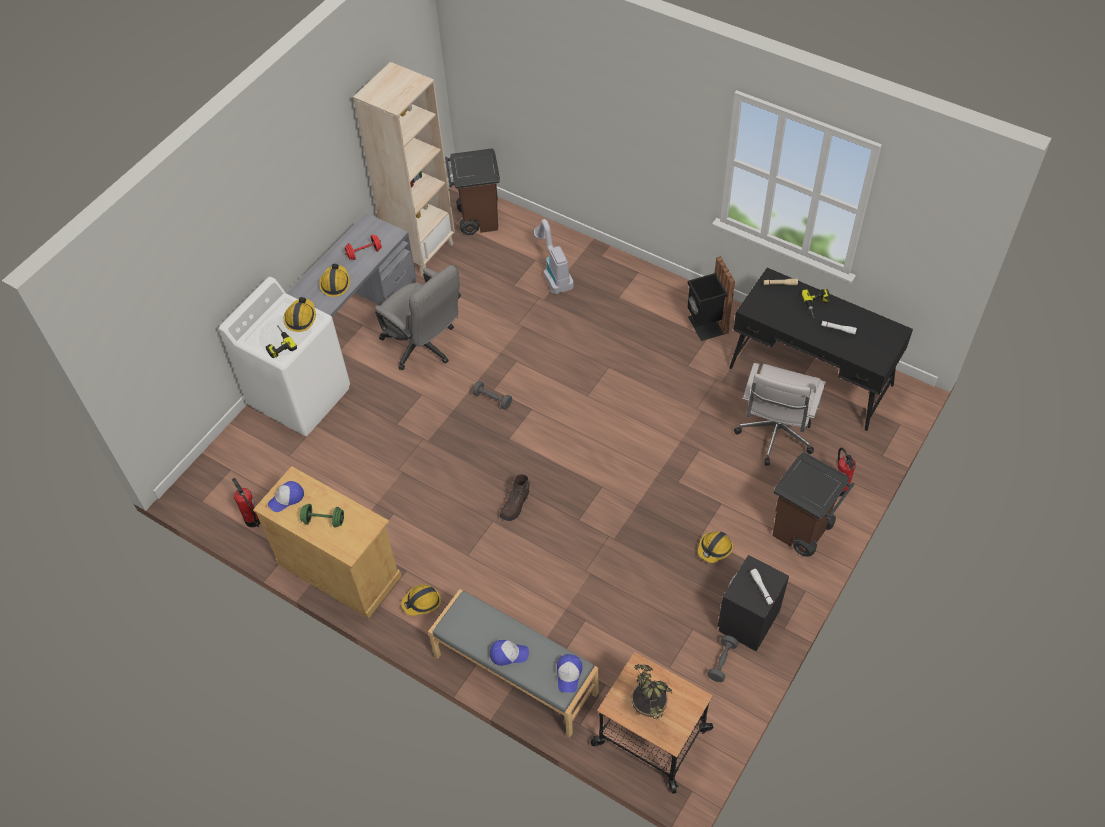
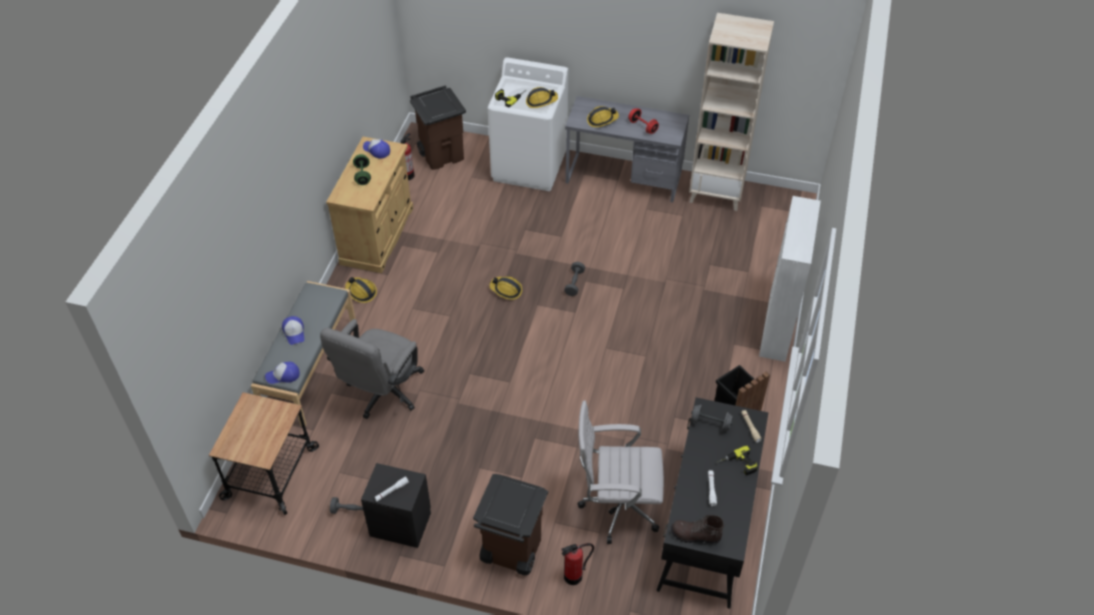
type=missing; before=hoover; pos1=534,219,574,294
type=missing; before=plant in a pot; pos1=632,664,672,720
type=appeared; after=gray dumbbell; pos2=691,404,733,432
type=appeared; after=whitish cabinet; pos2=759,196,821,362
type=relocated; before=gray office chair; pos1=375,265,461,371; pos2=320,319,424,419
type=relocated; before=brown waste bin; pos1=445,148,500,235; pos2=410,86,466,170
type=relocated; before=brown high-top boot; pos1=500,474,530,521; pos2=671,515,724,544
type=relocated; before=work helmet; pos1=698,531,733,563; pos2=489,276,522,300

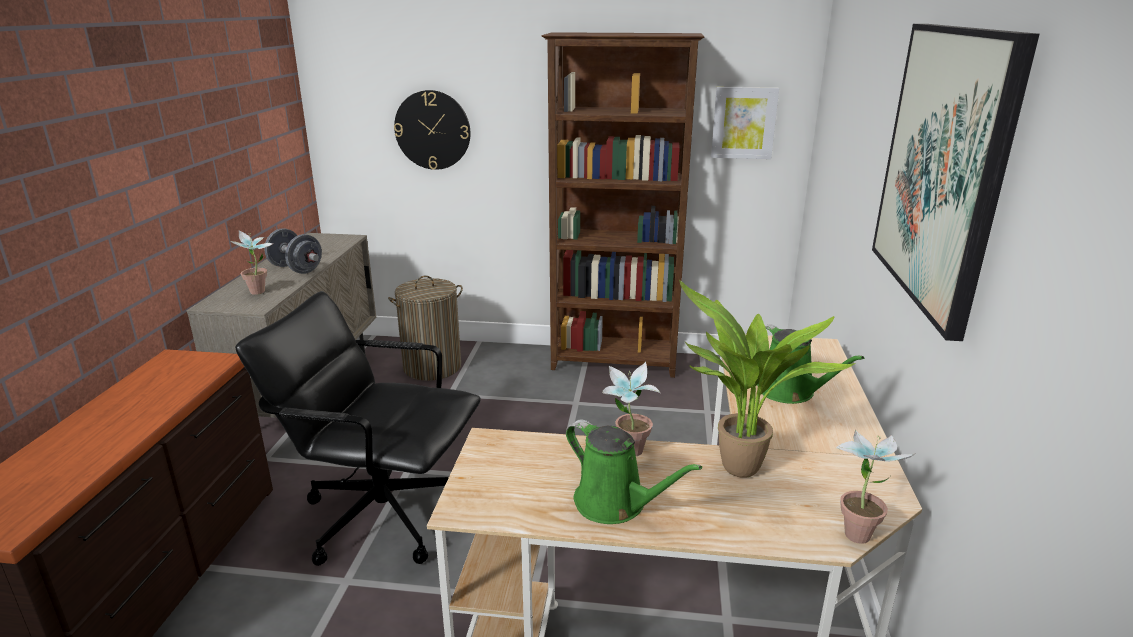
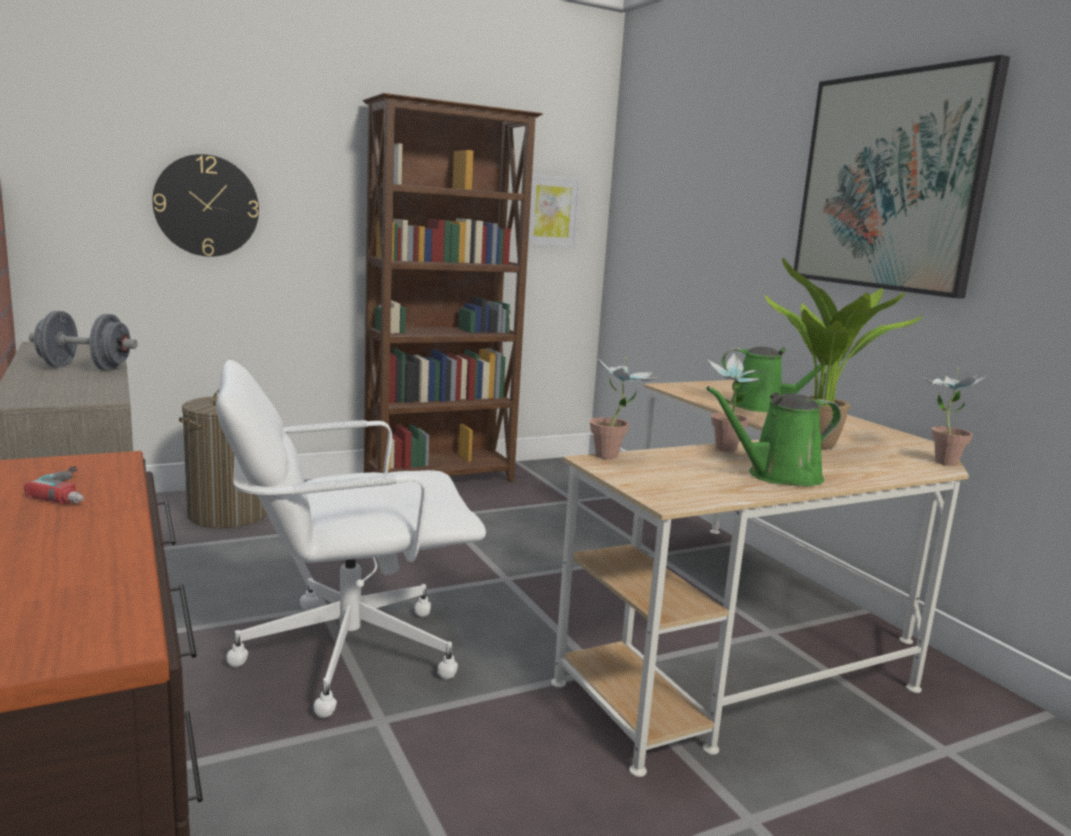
type=appeared; after=electric drill; pos2=24,466,84,504
type=relocated; before=plant in a pot; pos1=231,231,273,295; pos2=590,357,659,459
type=colour; before=black office chair; after=whitish office chair; pos1=235,291,481,566; pos2=216,360,486,718
type=spun; before=green watering pot; pos1=566,420,702,524; pos2=706,386,841,486; turn=150

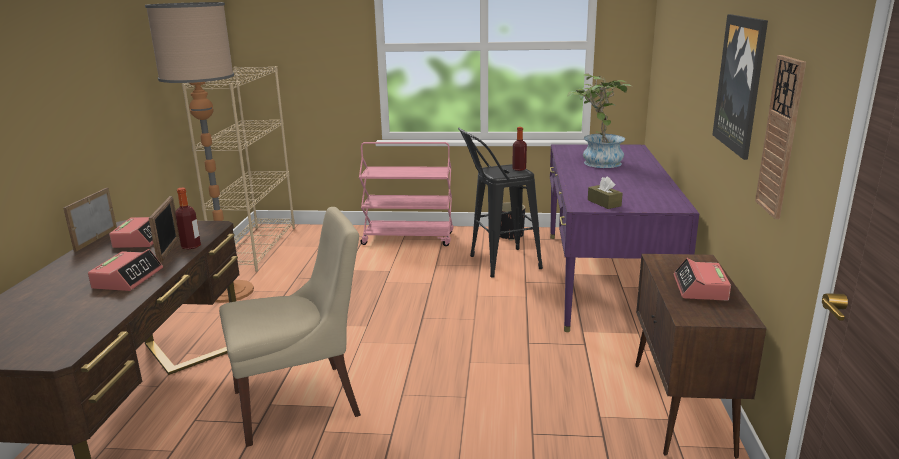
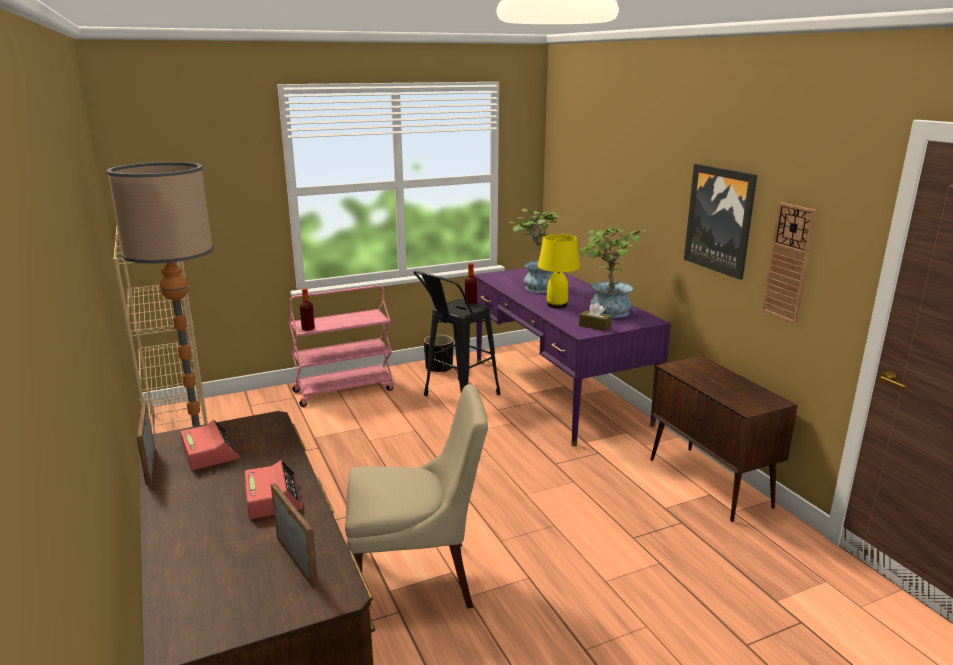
type=missing; before=bedside clock; pos1=674,258,731,301
type=appeared; after=yellowish table lamp; pos2=538,234,580,309
type=appeared; after=plant in a pot; pos2=579,228,647,318
type=relocated; before=standing frame; pos1=149,196,180,263; pos2=271,483,318,590
type=relocated; before=beverage bottle; pos1=175,187,201,249; pos2=300,288,315,331
type=spun; before=beige upright chair; pos1=219,207,361,447; pos2=345,384,488,608; turn=45

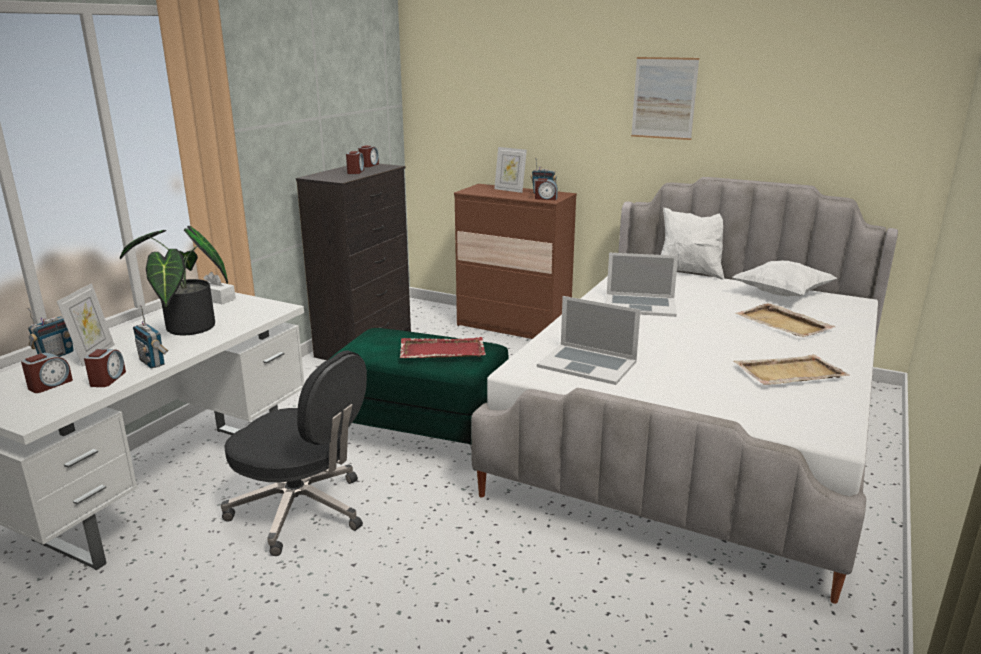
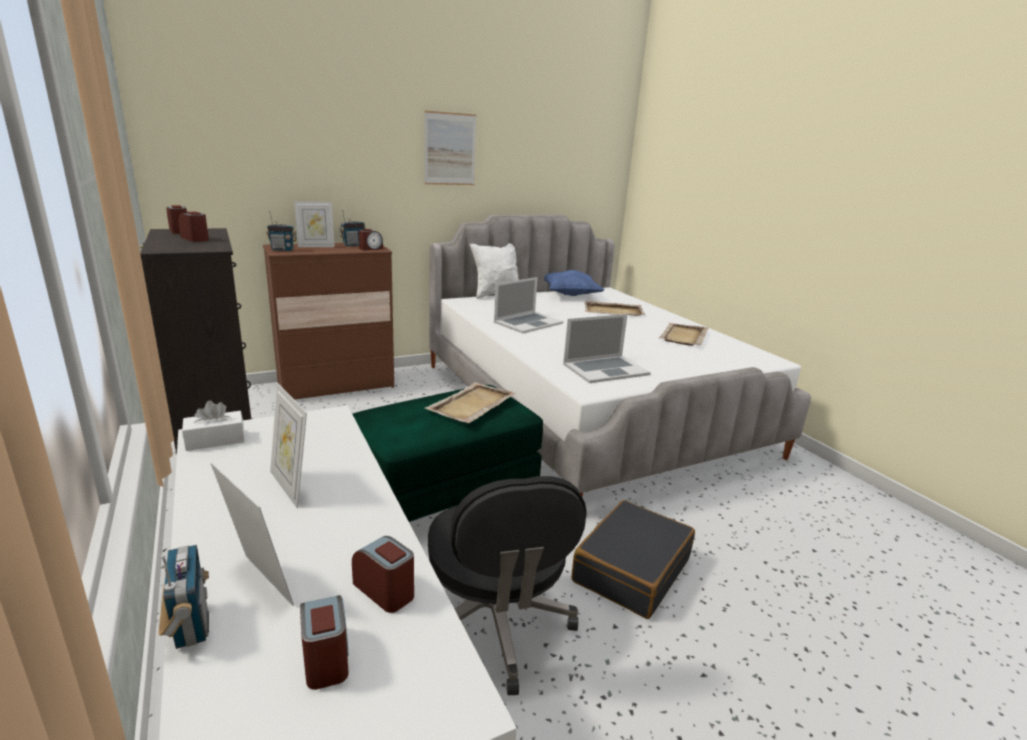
type=appeared; after=black suitcase; pos2=571,500,695,619
type=relocated; before=radio set; pos1=133,305,168,368; pos2=266,211,296,251
type=exchanged; before=plant in a pot; after=standing frame; pos1=120,226,228,335; pos2=270,383,307,508
type=colour; before=red-coloured tray; after=beige tray; pos1=400,337,486,358; pos2=424,382,517,423
type=colour; before=whitish pillow; after=blue pillow; pos1=732,261,837,296; pos2=544,270,604,296
type=spun; before=black office chair; pos1=221,350,367,556; pos2=428,476,587,695; turn=105

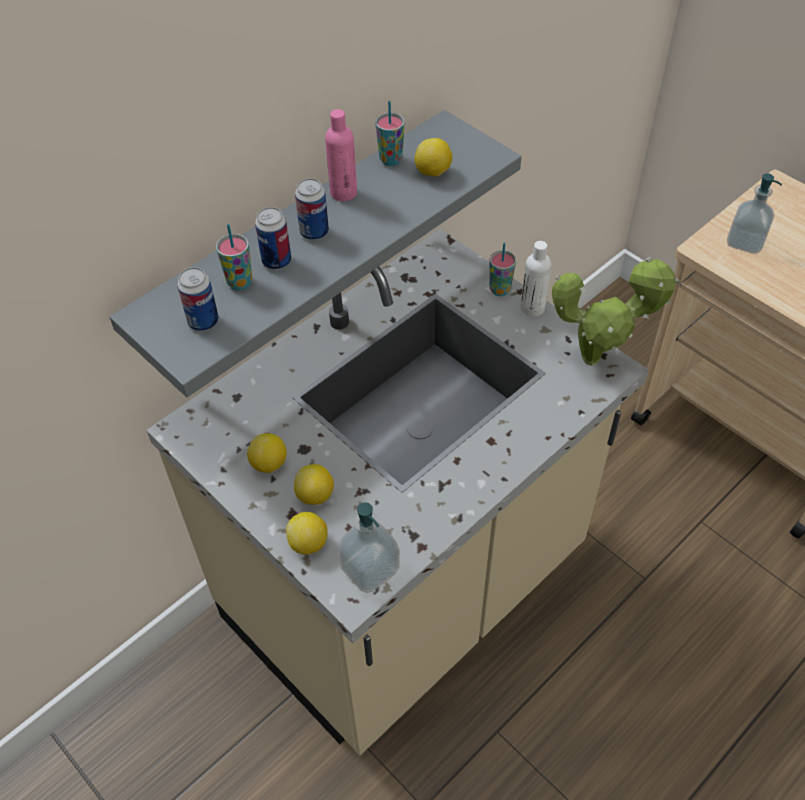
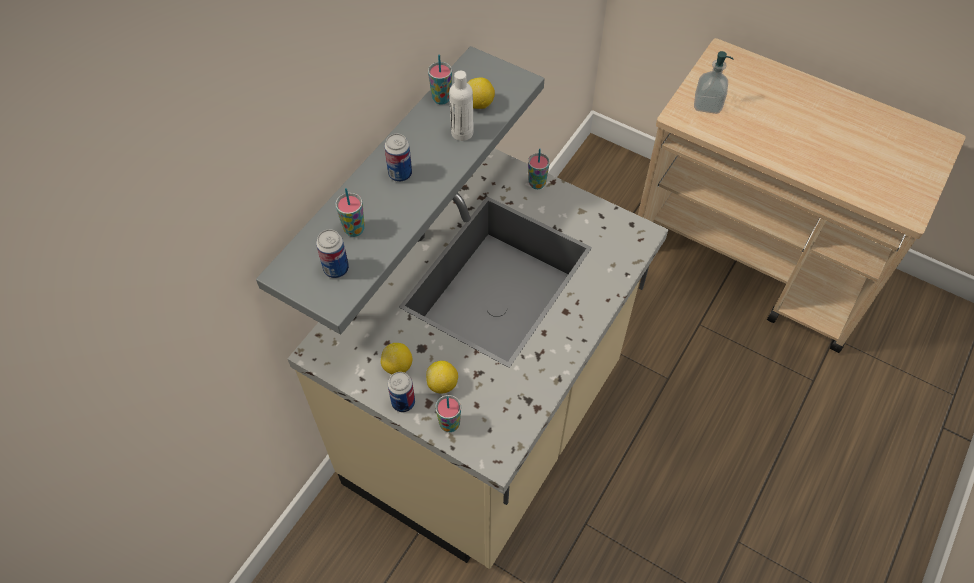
type=missing; before=pink-coloured beverage bottle; pos1=325,109,357,201
type=missing; before=liquid soap bottle; pos1=337,502,400,593
type=missing; before=plant in a pot; pos1=552,257,680,366
type=relocated; before=sealed can; pos1=255,207,291,270; pos2=388,372,415,412
type=relocated; before=whitish beverage bottle; pos1=521,241,551,316; pos2=449,71,474,141
type=exchanged; before=lemon; after=drinking cup; pos1=286,512,328,555; pos2=435,395,461,432

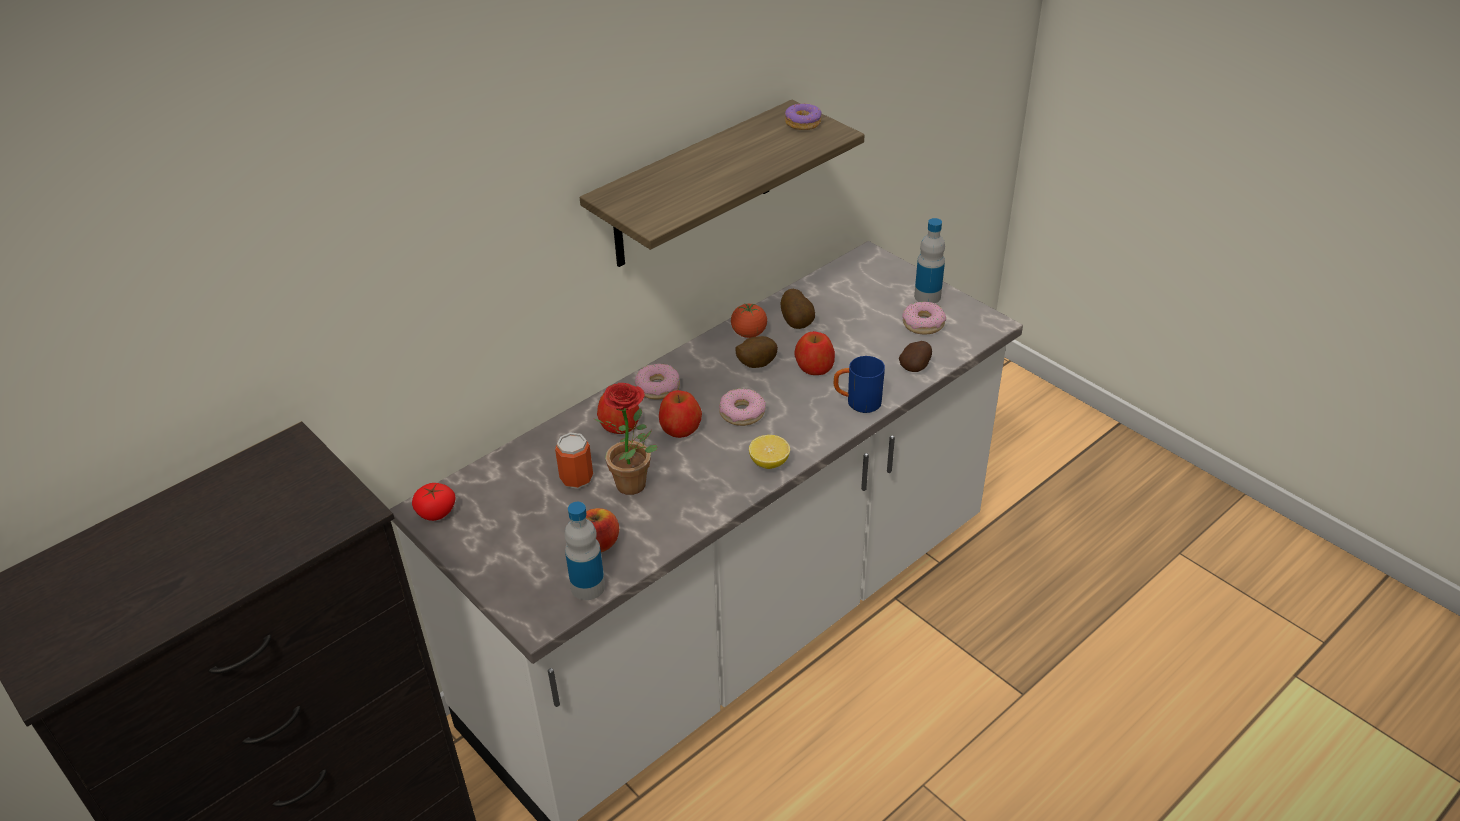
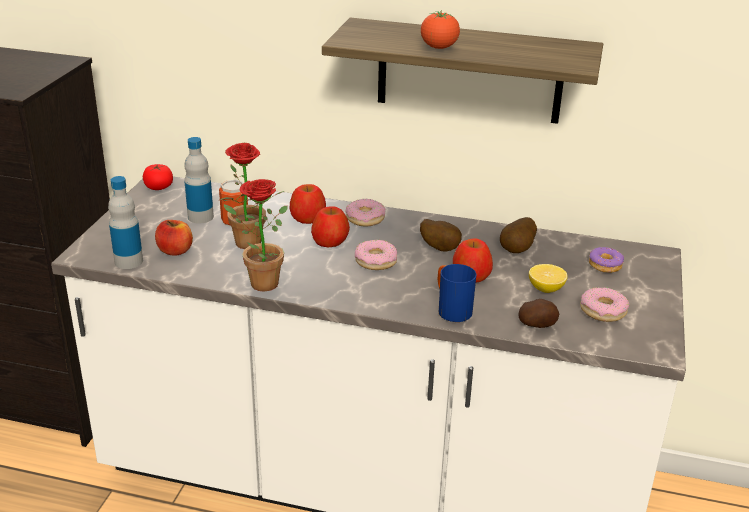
type=appeared; after=plant in a pot; pos2=224,179,288,292
type=relocated; before=whole tomato; pos1=731,303,767,338; pos2=421,10,460,49
type=relocated; before=lemon; pos1=749,435,790,469; pos2=529,264,568,293
type=relocated; before=donut; pos1=785,104,822,130; pos2=589,247,624,273
type=relocated; before=beverage bottle; pos1=914,218,945,303; pos2=184,137,214,223

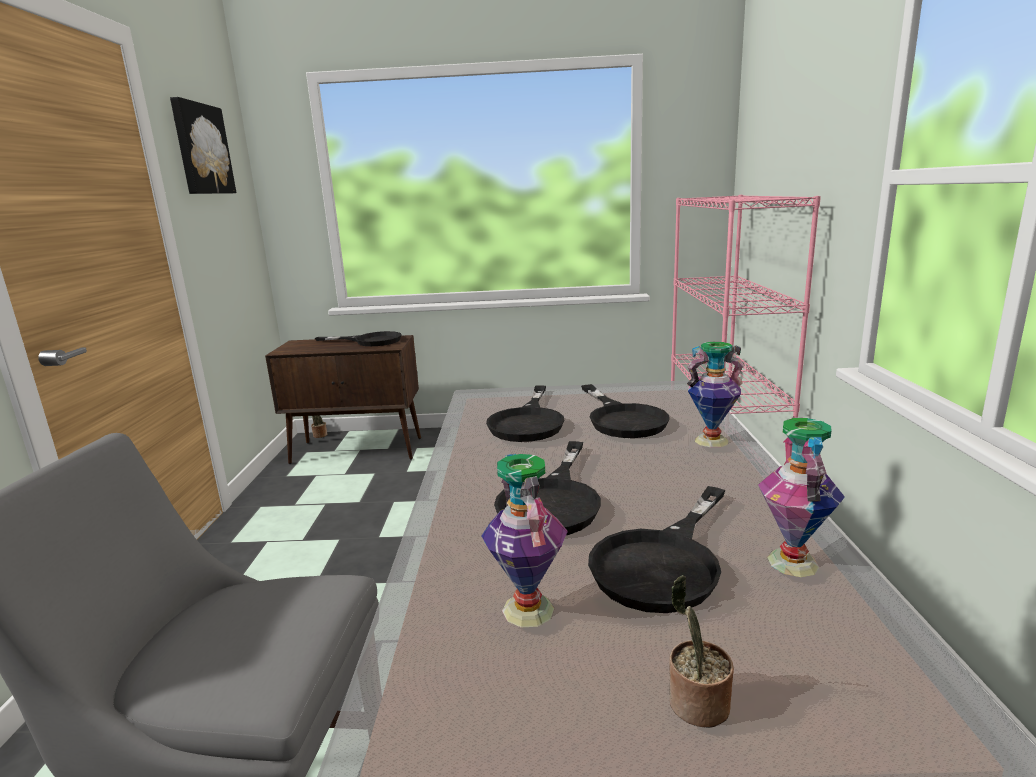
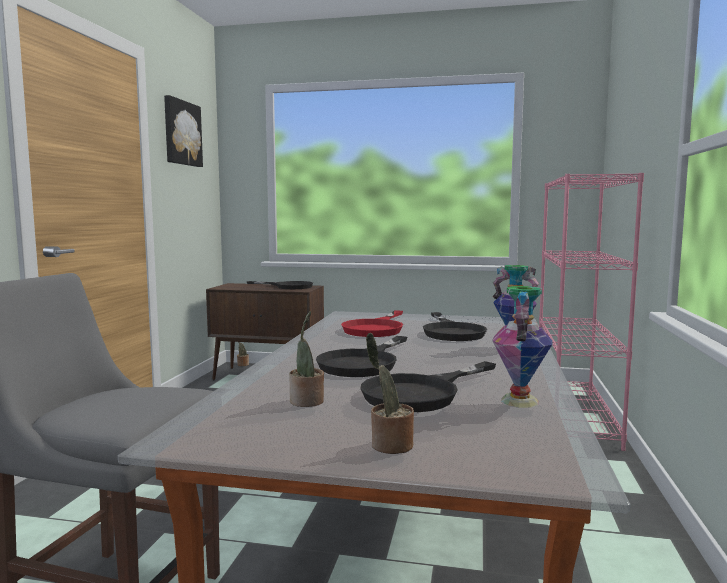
type=exchanged; before=decorative vase; after=plant in a pot; pos1=481,454,568,627; pos2=289,311,324,407
type=colour; before=black pan; after=red-coloured pan; pos1=486,385,564,442; pos2=341,310,403,337

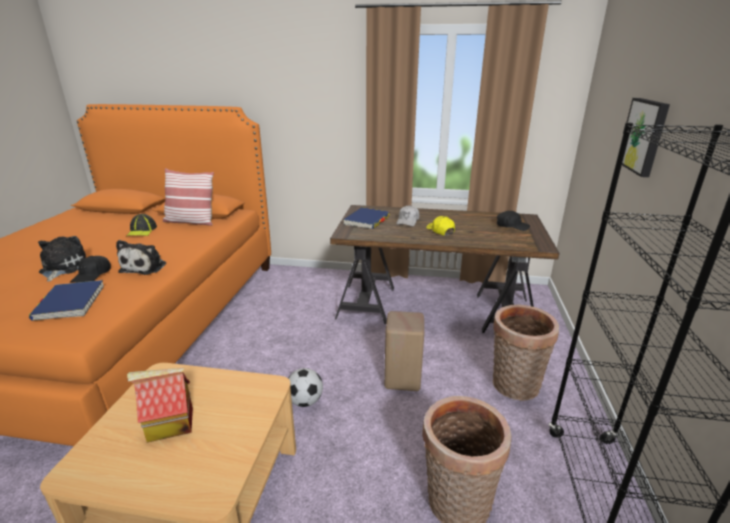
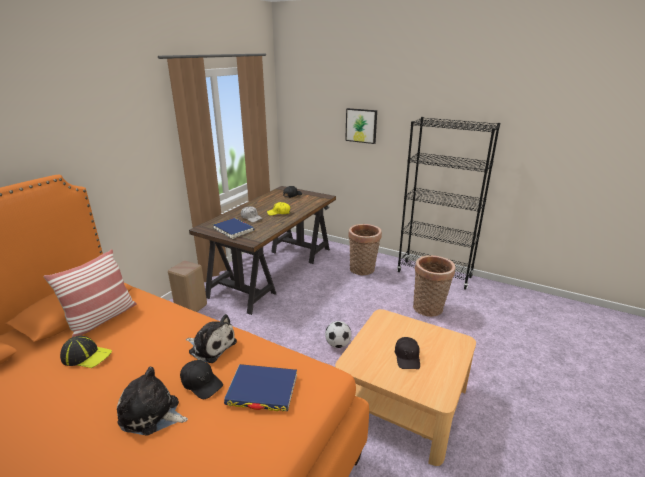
type=relocated; before=beige stool; pos1=384,311,424,391; pos2=168,261,207,312
type=exchanged; before=miniature house; after=black peaked cap; pos1=127,367,193,442; pos2=394,337,420,369

